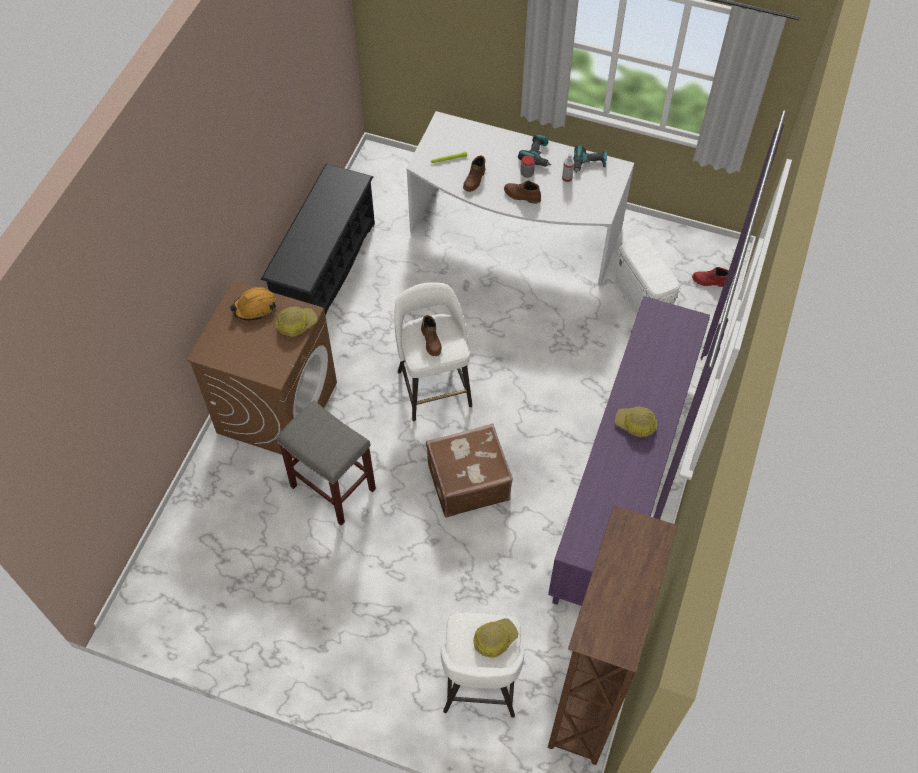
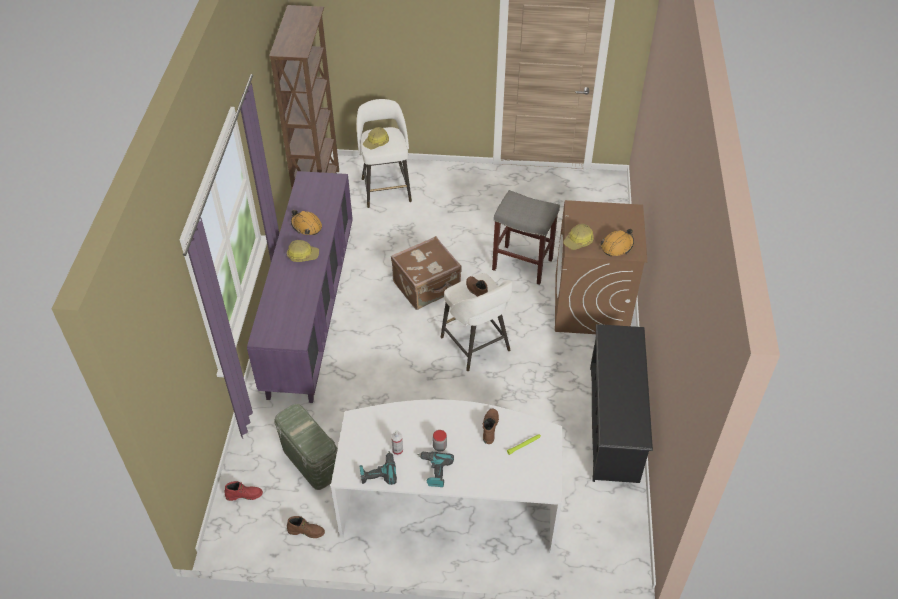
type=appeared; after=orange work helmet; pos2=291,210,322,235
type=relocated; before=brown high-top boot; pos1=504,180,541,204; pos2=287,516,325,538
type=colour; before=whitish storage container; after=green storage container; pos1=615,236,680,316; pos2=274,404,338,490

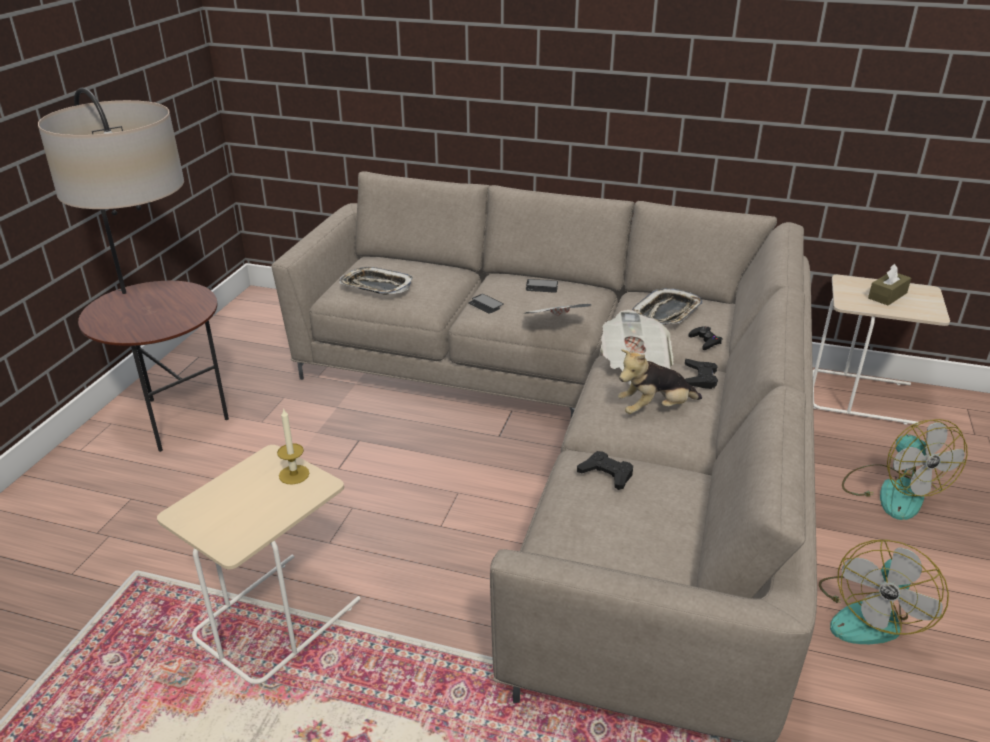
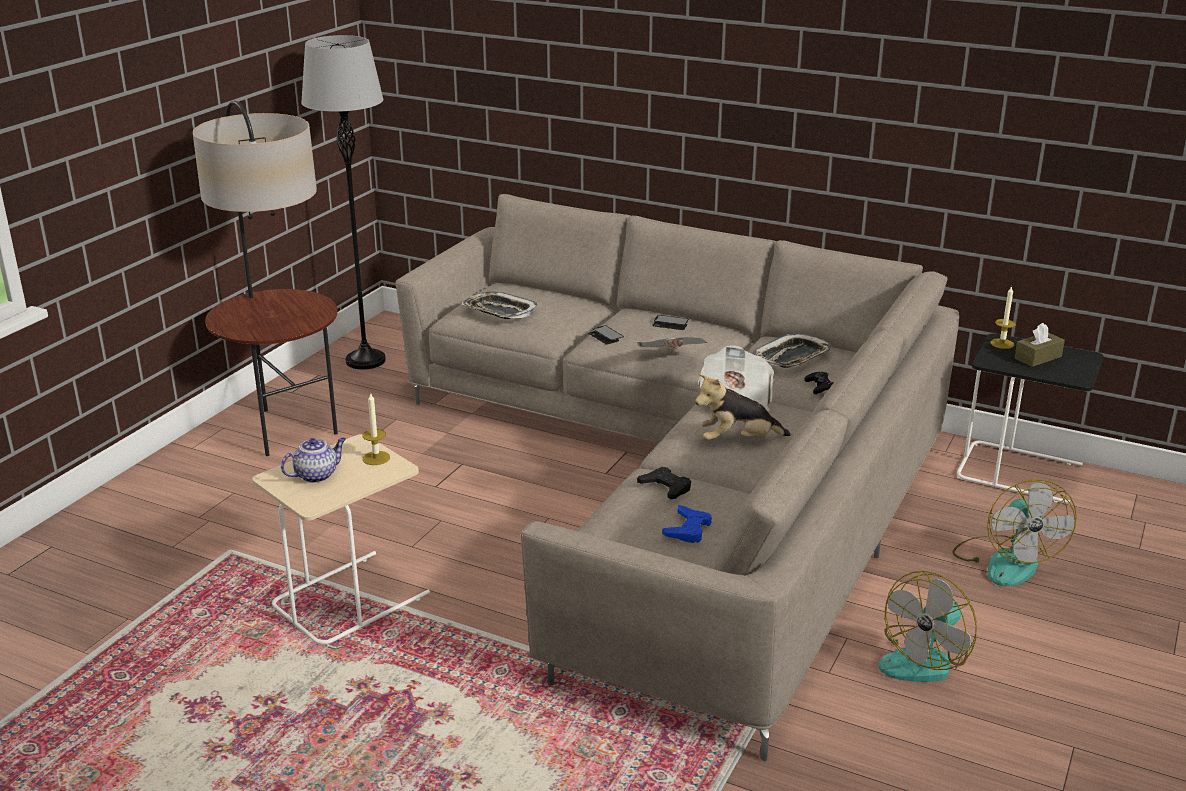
type=missing; before=black joypad; pos1=685,359,718,389
type=appeared; after=pot for tea; pos2=281,438,346,483
type=appeared; after=gray floor lamp; pos2=301,35,386,370
type=appeared; after=blue joypad; pos2=662,505,712,543
type=appeared; after=wax candle; pos2=990,286,1016,349
type=colour; before=beige accent table; after=black accent table; pos1=813,275,950,425; pos2=957,333,1104,504

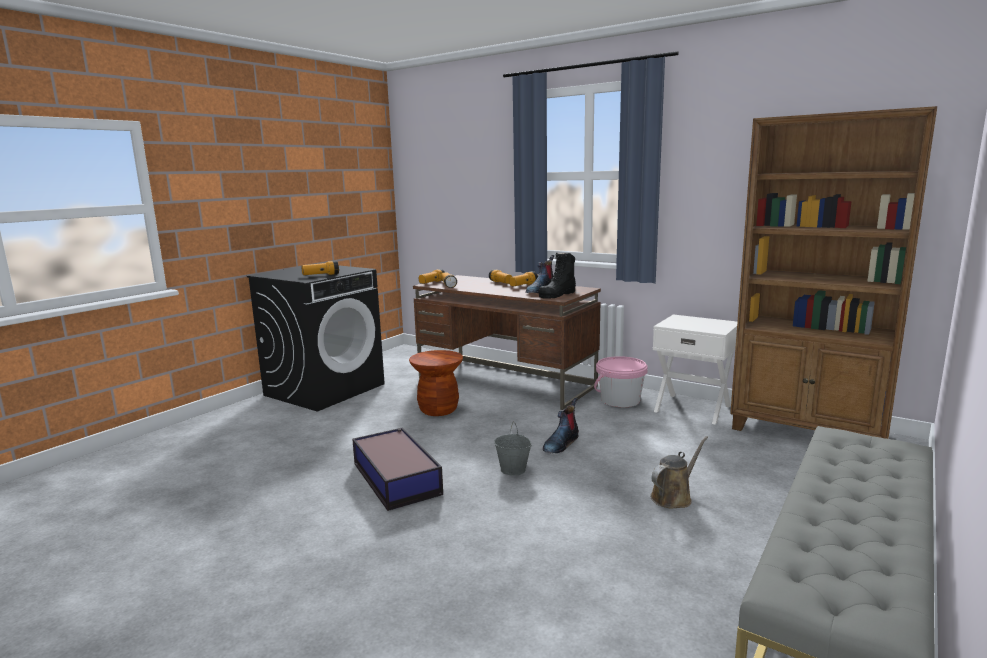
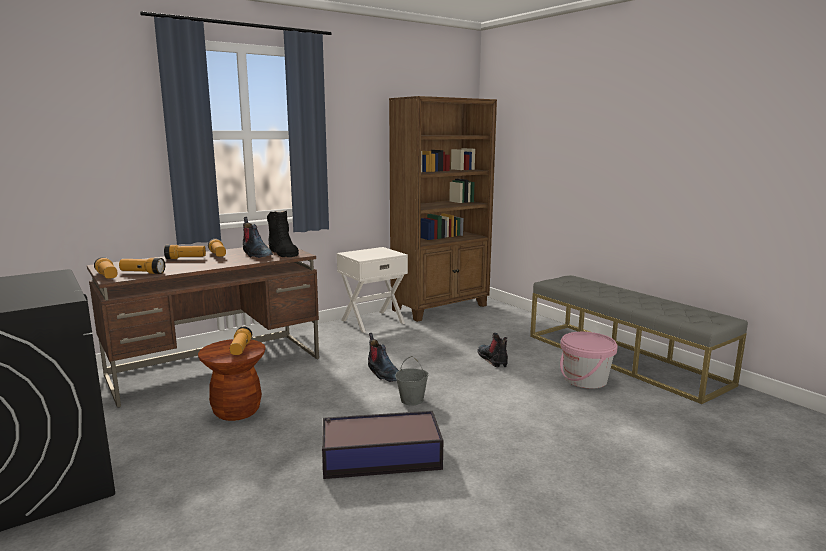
type=relocated; before=torch; pos1=301,261,339,275; pos2=230,327,252,355
type=relocated; before=pink-coloured water bucket; pos1=594,356,648,407; pos2=560,332,618,389
type=exchanged; before=brown watering pot; after=high-top boot; pos1=650,436,708,509; pos2=477,333,508,368

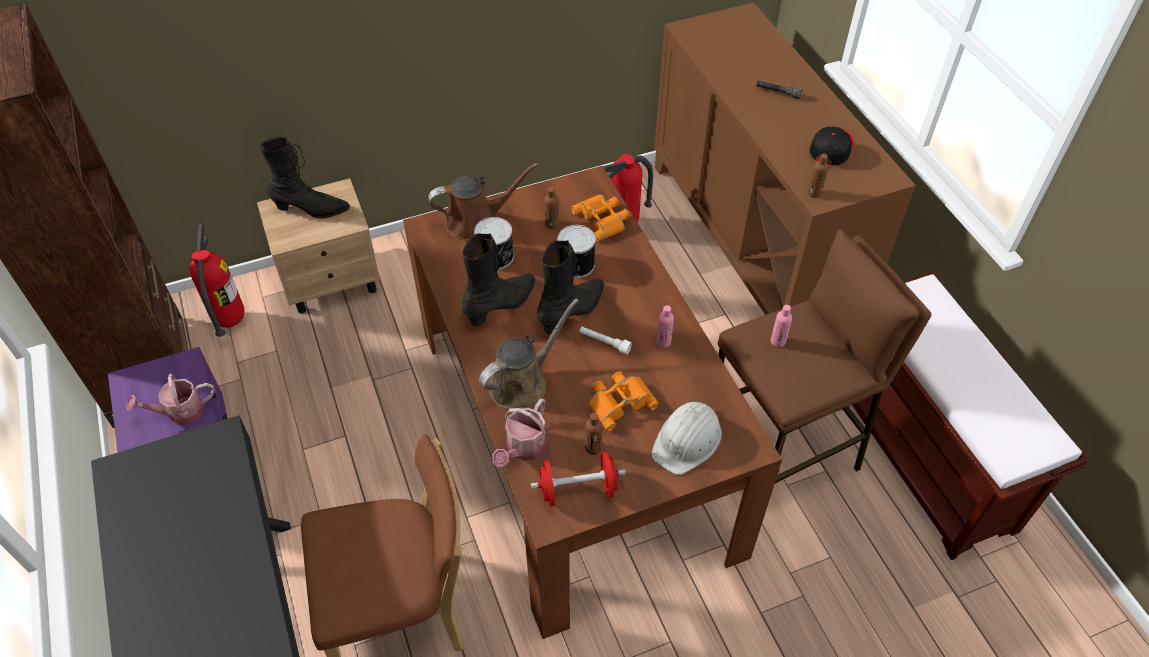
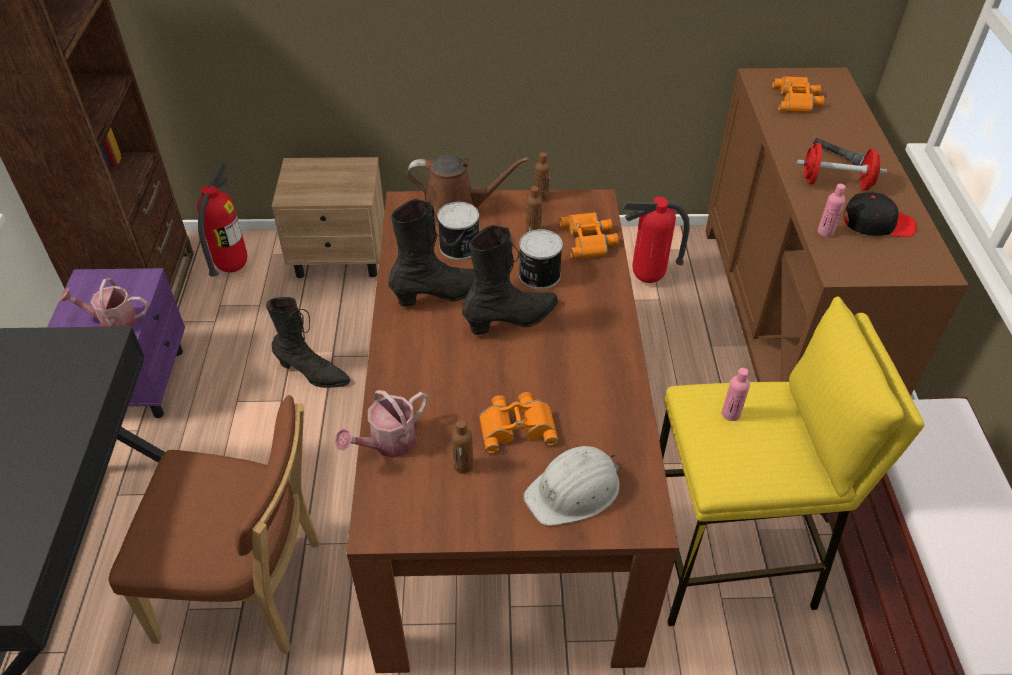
type=missing; before=brown watering pot; pos1=479,299,579,410
type=missing; before=whitish torch; pos1=580,327,632,354
type=appeared; after=orange binoculars; pos2=772,76,824,113
type=relocated; before=black high-top boot; pos1=260,137,350,218; pos2=266,297,350,388
type=relocated; before=red-coloured dumbbell; pos1=530,452,626,506; pos2=797,143,887,191
type=relocated; before=pink-coloured beverage bottle; pos1=656,305,674,348; pos2=817,184,846,237
type=relocated; before=brown beverage bottle; pos1=808,154,829,198; pos2=534,152,550,201
type=colour; before=brown stool; after=yellowish stool; pos1=718,229,931,483; pos2=659,297,925,626
type=spun; before=black peaked cap; pos1=810,127,854,166; pos2=843,192,917,237; turn=45

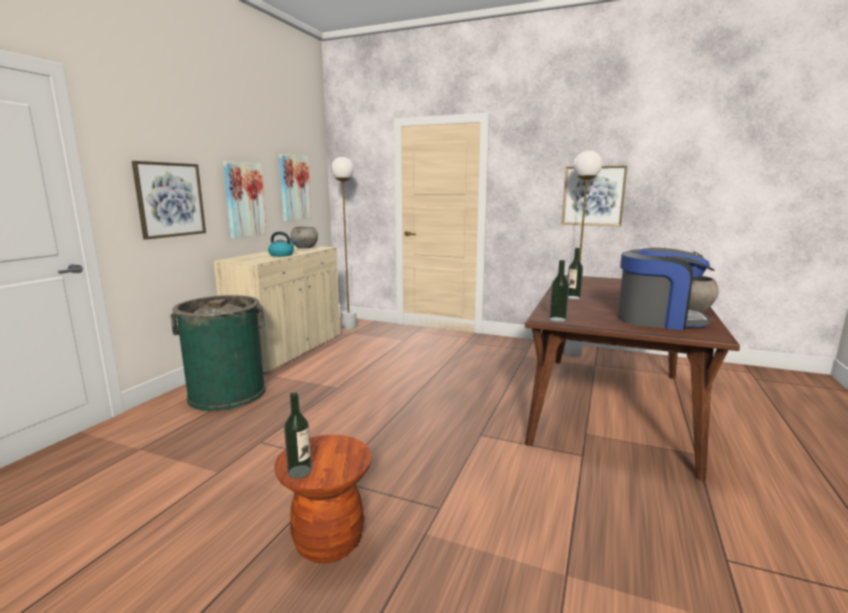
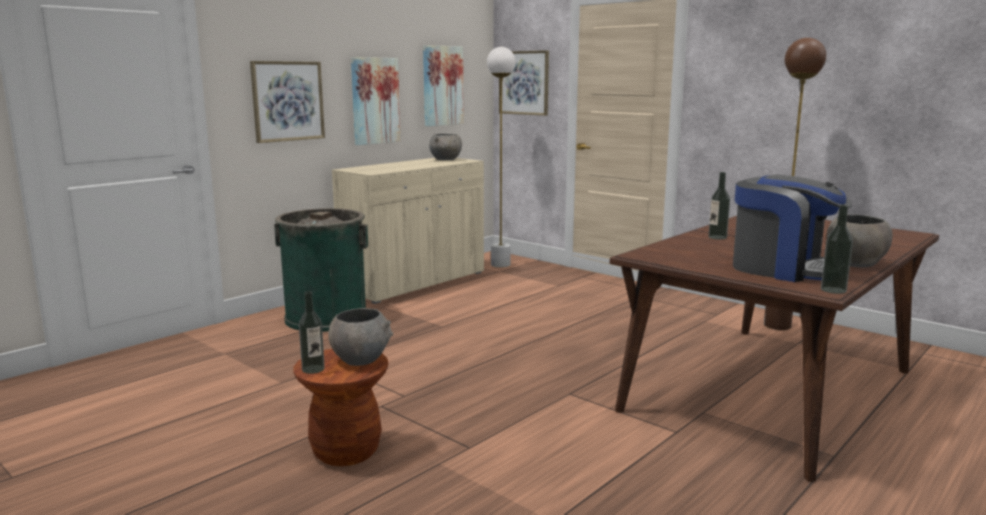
type=missing; before=kettle; pos1=268,232,296,257
type=appeared; after=gray deep dish; pos2=328,308,393,366
type=relocated; before=beverage bottle; pos1=549,260,569,322; pos2=821,205,853,294
type=relocated; before=wall art; pos1=562,166,628,226; pos2=499,50,549,116
type=colour; before=whitish floor lamp; after=brown floor lamp; pos1=563,150,602,357; pos2=764,38,826,330

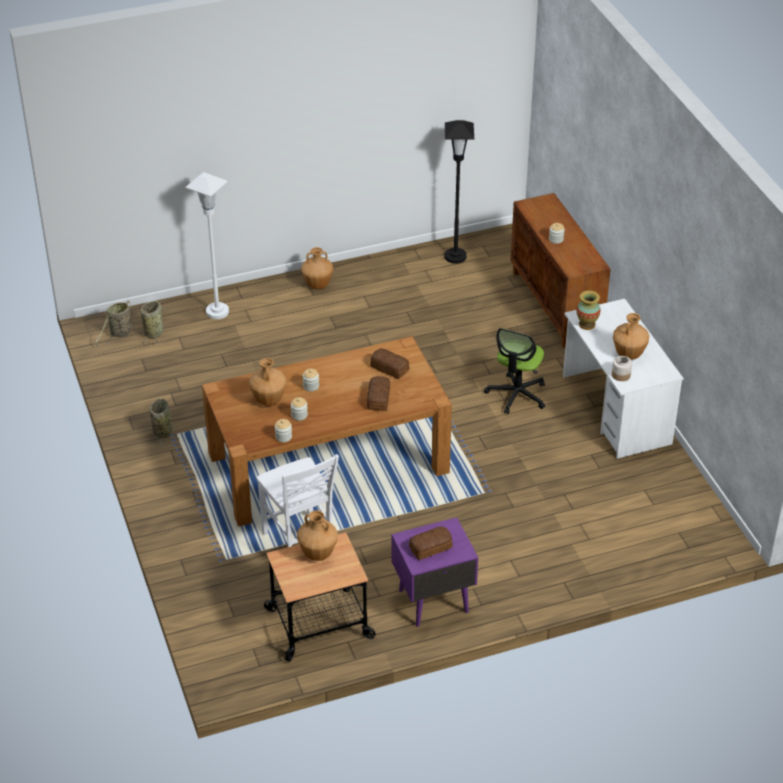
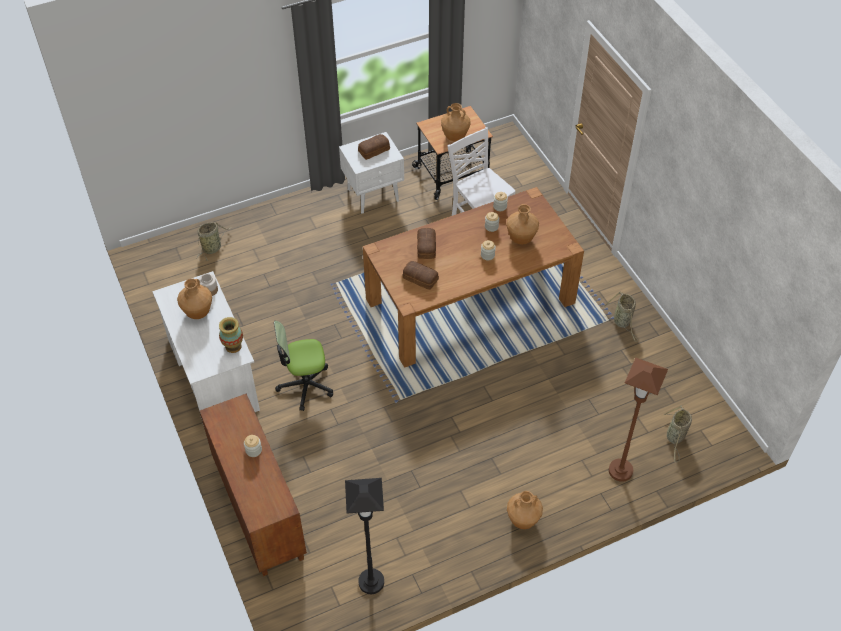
type=relocated; before=basket; pos1=95,300,139,347; pos2=197,222,232,261
type=colour; before=whitish floor lamp; after=brown floor lamp; pos1=185,172,229,319; pos2=609,358,668,482
type=colour; before=purplish nightstand; after=whitish nightstand; pos1=392,517,478,627; pos2=339,132,404,214
type=spun; before=office chair; pos1=484,328,545,414; pos2=274,321,333,411; turn=-120

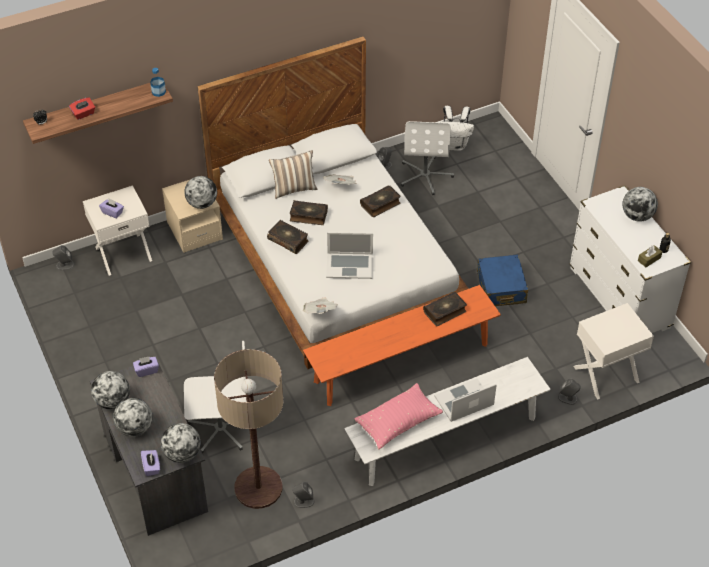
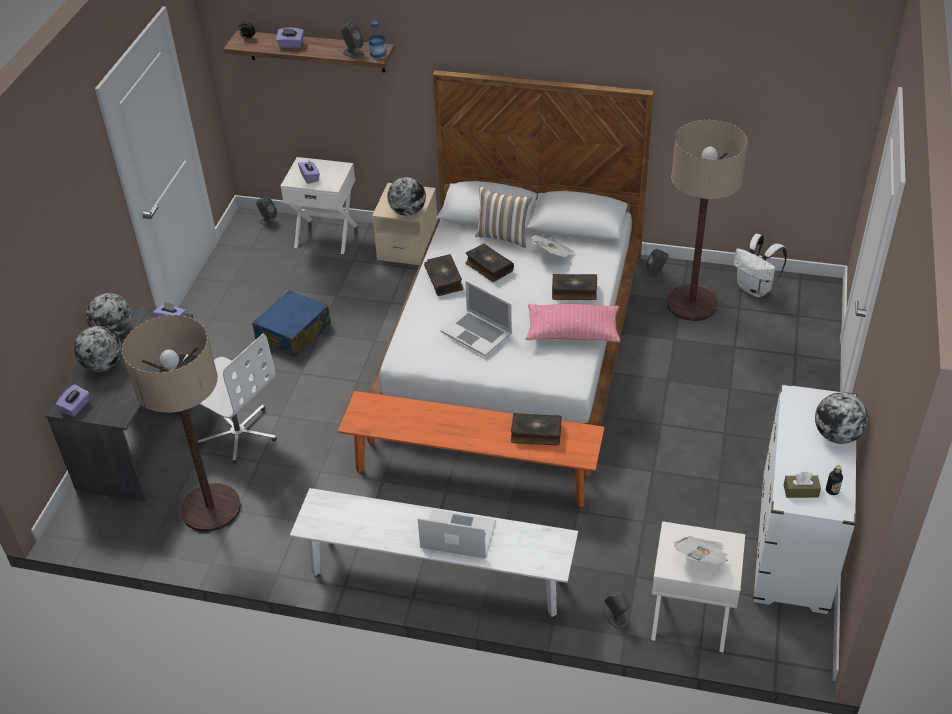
type=missing; before=desk globe; pos1=161,423,200,463
type=relocated; before=gray loudspeaker; pos1=292,482,314,508; pos2=340,21,364,58
type=relocated; before=daily paper; pos1=303,298,338,314; pos2=674,536,728,564
type=relocated; before=pink-coloured pillow; pos1=354,383,443,450; pos2=526,304,621,342
type=relocated; before=blue suitcase; pos1=477,254,528,306; pos2=252,290,331,357
type=exchanged; before=whitish office chair; after=floor lamp; pos1=401,121,454,195; pos2=666,119,748,321
type=colour; before=red-coloured tissue box; after=purplish tissue box; pos1=69,97,95,120; pos2=276,27,304,48

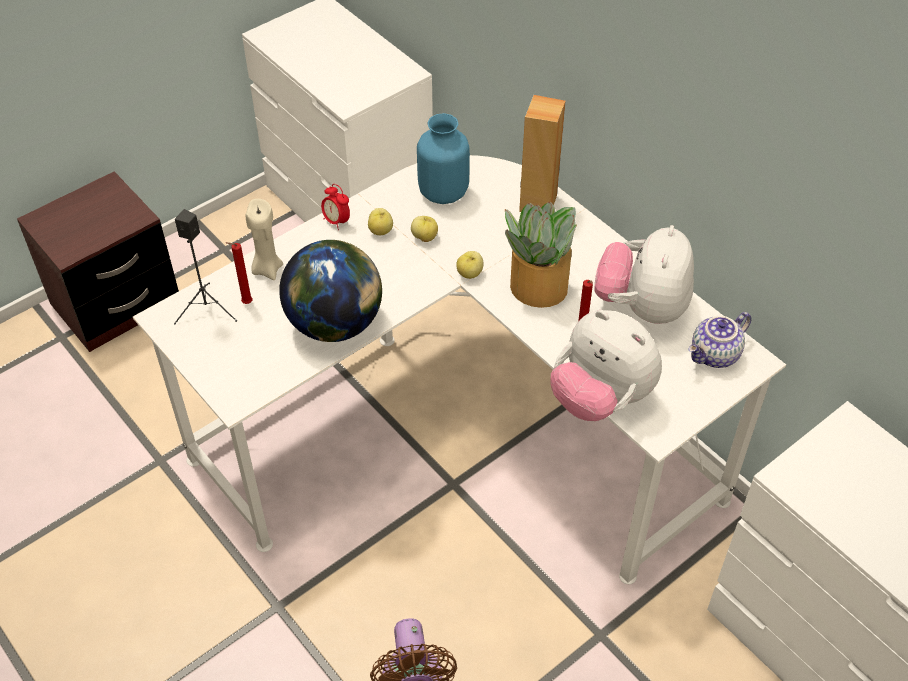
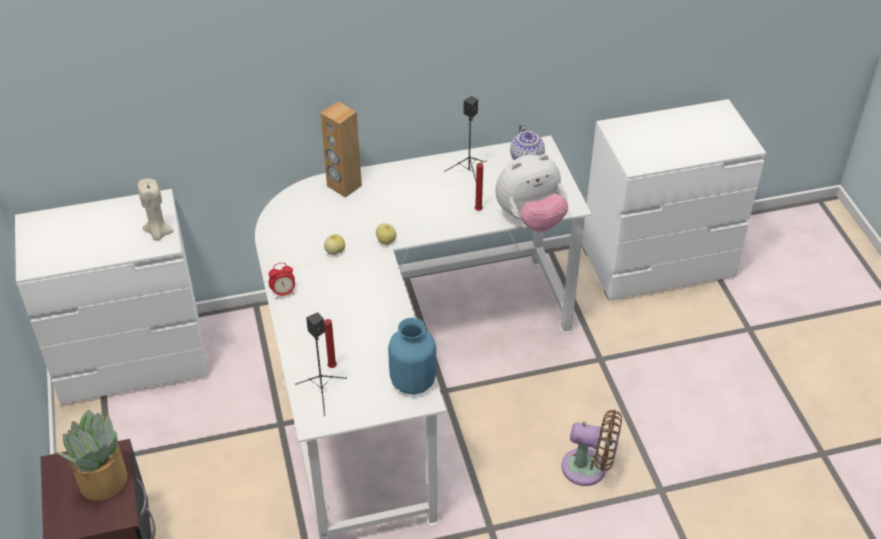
type=missing; before=desk globe; pos1=279,240,382,342
type=missing; before=apple; pos1=368,208,393,235
type=relocated; before=beige wax candle; pos1=245,199,283,280; pos2=138,179,174,240
type=relocated; before=blue decorative vase; pos1=417,113,470,204; pos2=388,317,436,395
type=relocated; before=plant in a pot; pos1=505,201,577,308; pos2=56,410,128,501
type=exchanged; before=soft toy; after=black loudspeaker; pos1=595,225,694,324; pos2=444,96,482,181

